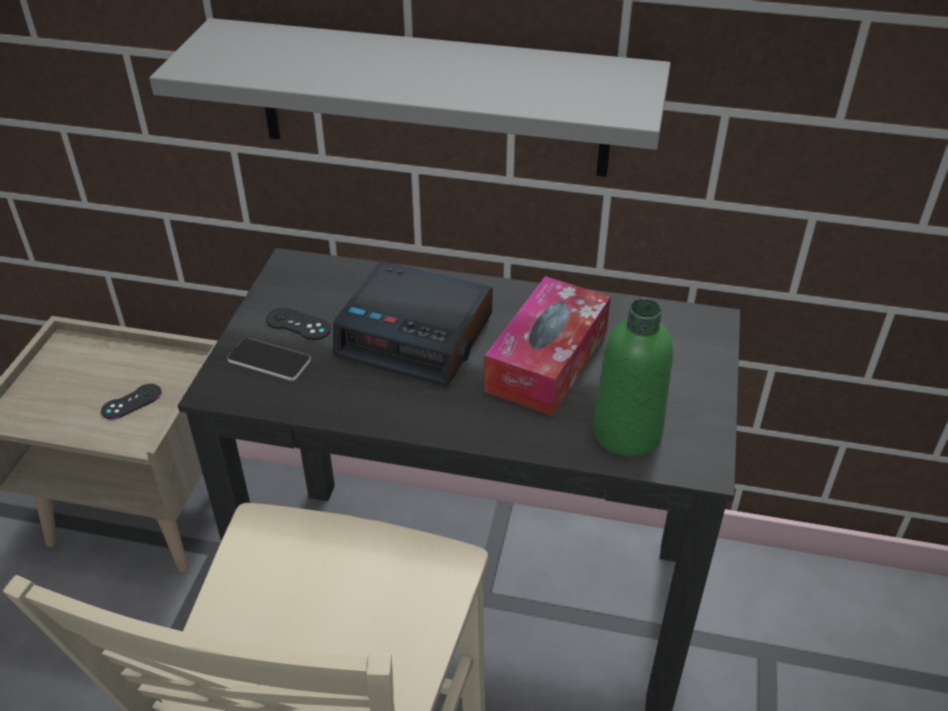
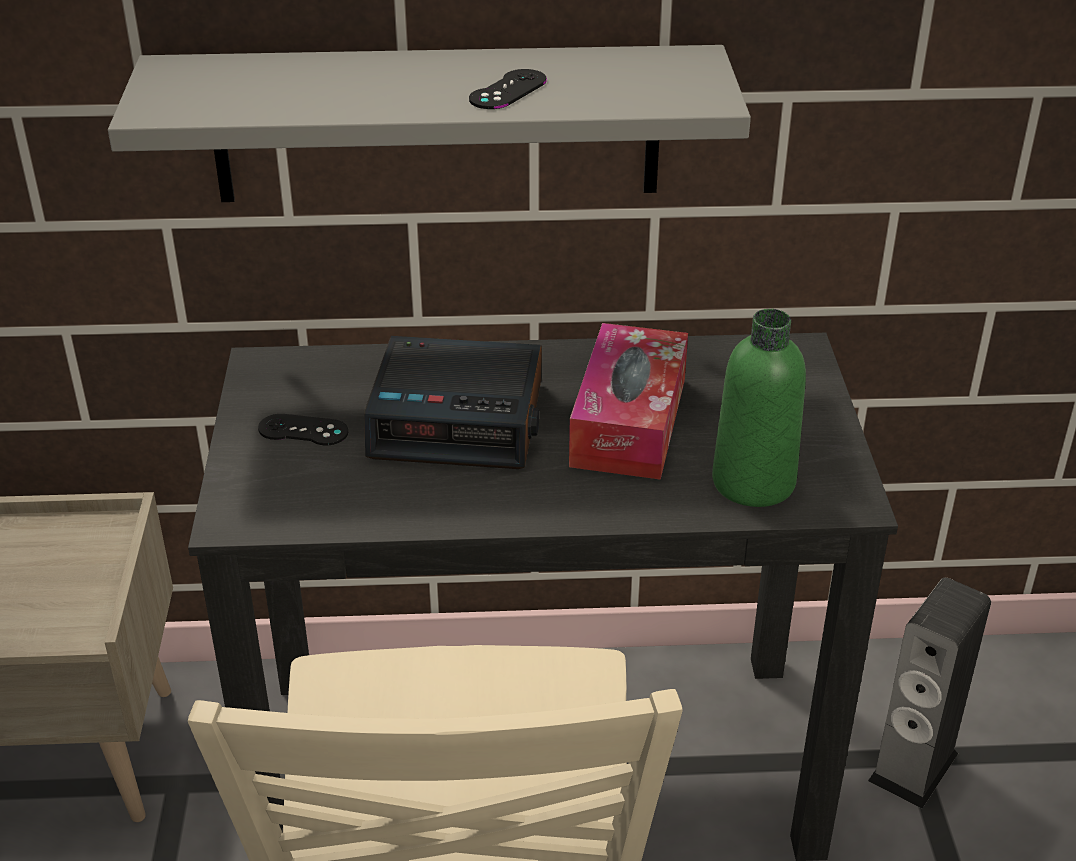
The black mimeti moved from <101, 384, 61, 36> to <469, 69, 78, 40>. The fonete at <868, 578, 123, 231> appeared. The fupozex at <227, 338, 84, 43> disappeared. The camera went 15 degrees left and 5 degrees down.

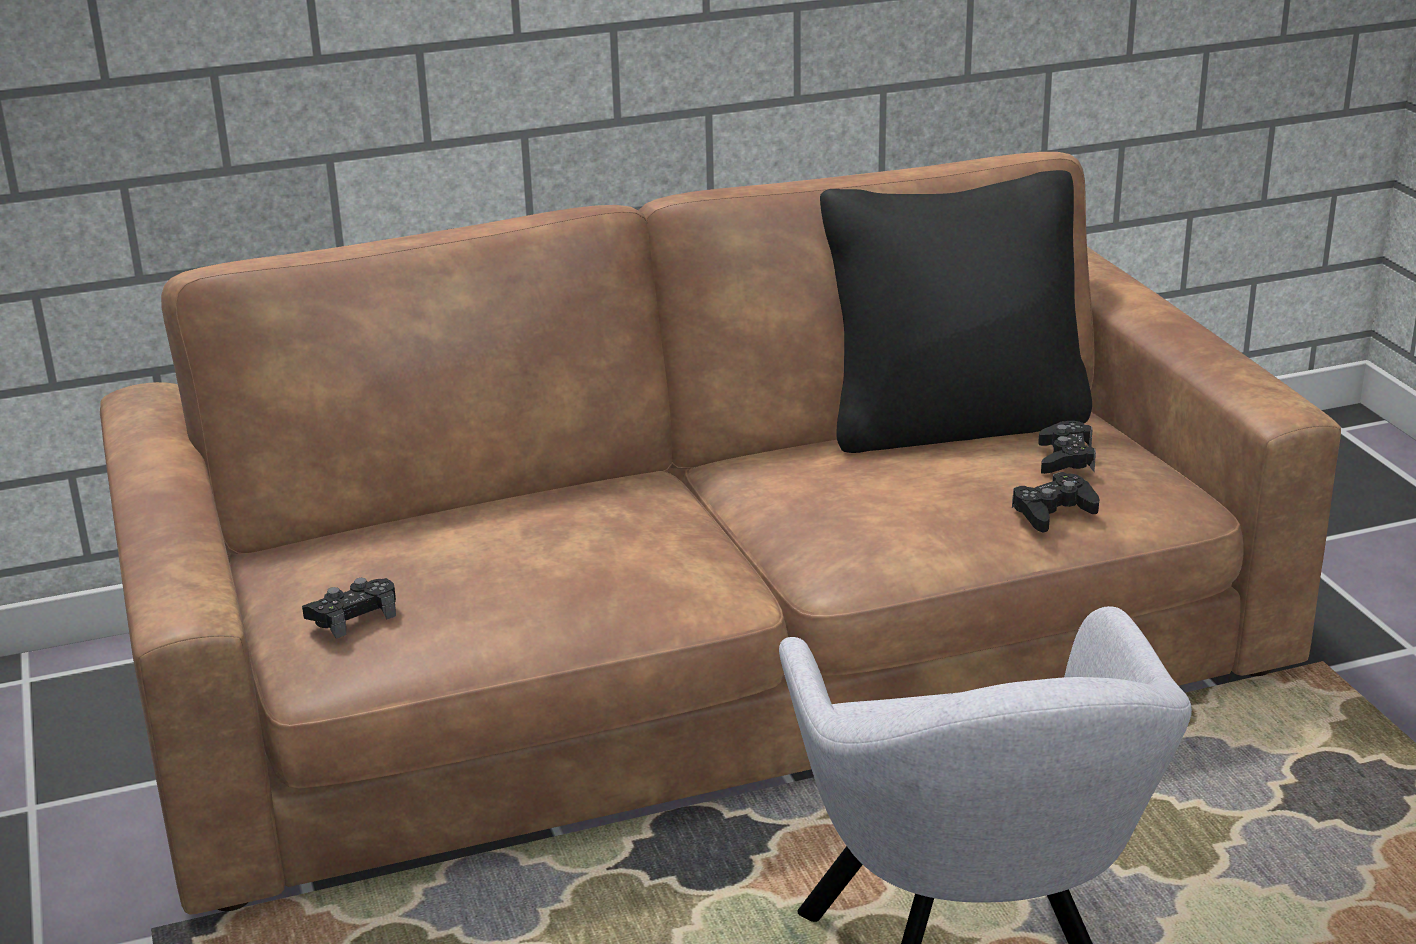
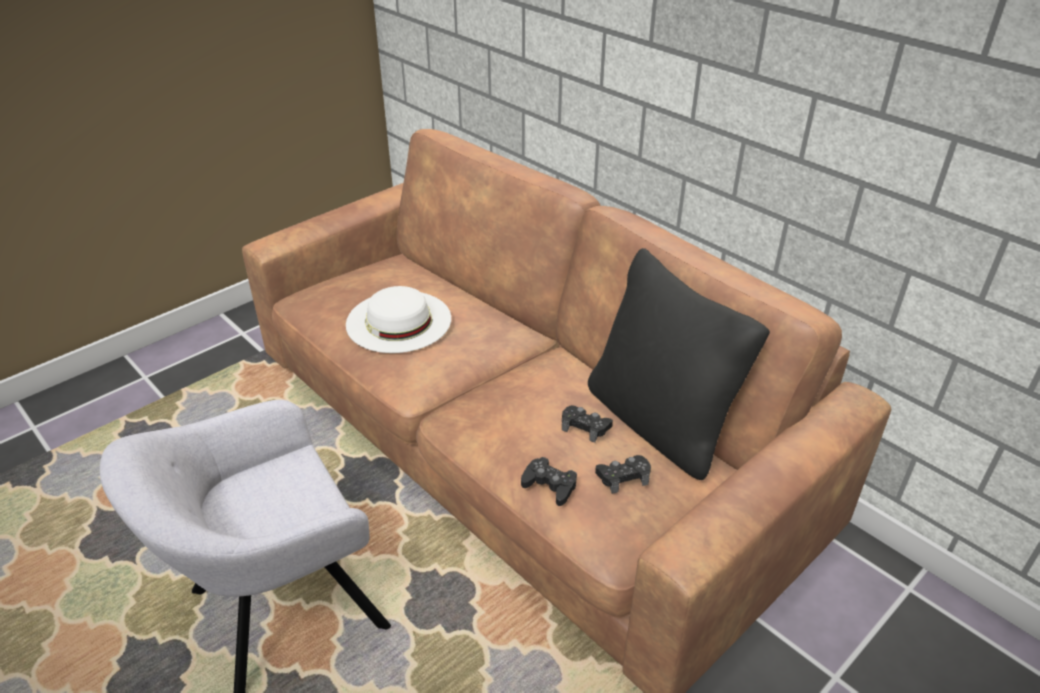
The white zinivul at <346, 286, 105, 67> appeared. The black mimeti moved from <302, 578, 94, 61> to <562, 405, 51, 38>. The camera went 65 degrees right and 10 degrees up.

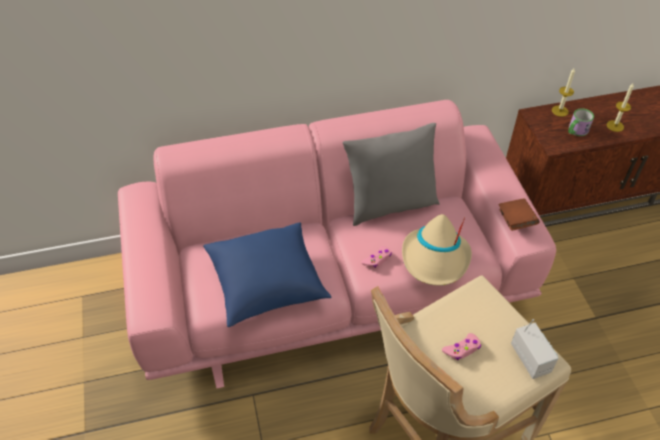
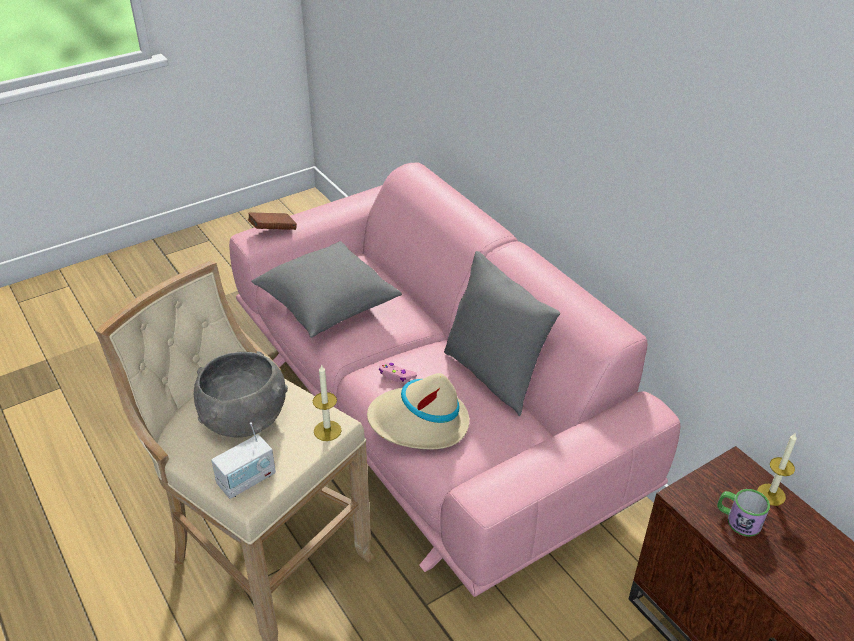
The pink mimeti at <442, 333, 39, 27> was replaced by the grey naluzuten at <194, 351, 94, 87>. The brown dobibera moved from <499, 198, 40, 33> to <248, 212, 49, 18>. The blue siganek at <203, 222, 128, 105> became the grey siganek at <251, 241, 151, 97>. The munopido moved from <607, 82, 27, 50> to <313, 364, 29, 77>. The camera went 70 degrees right and 10 degrees down.

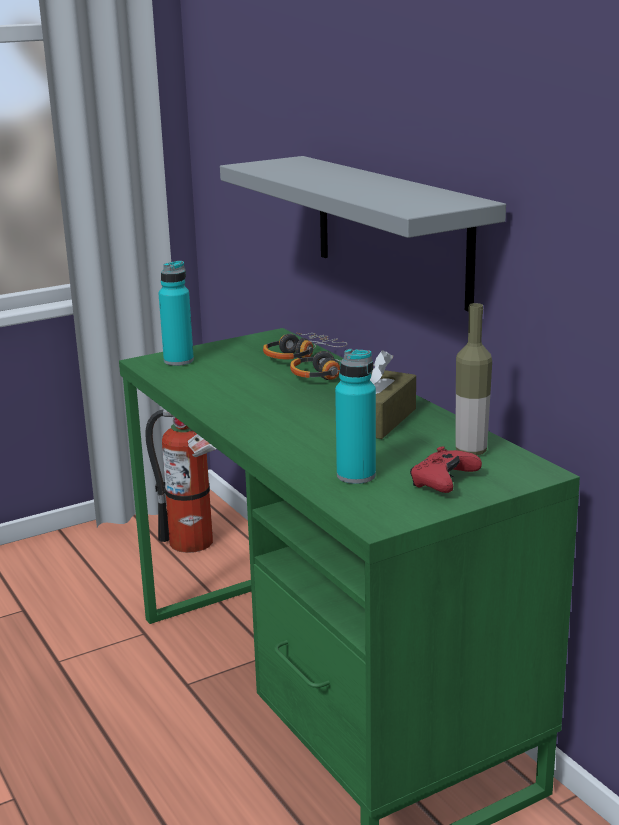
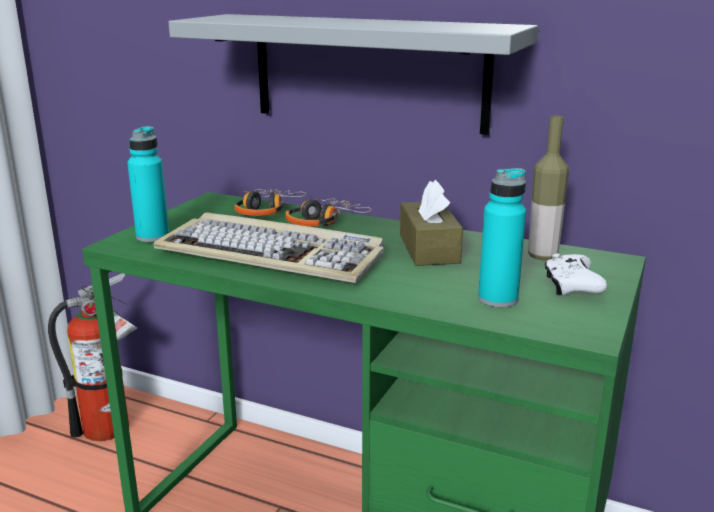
The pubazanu at <153, 212, 231, 71> appeared. The red mimeti at <410, 446, 72, 47> became the white mimeti at <545, 253, 62, 42>. The camera went 35 degrees left and 0 degrees up.

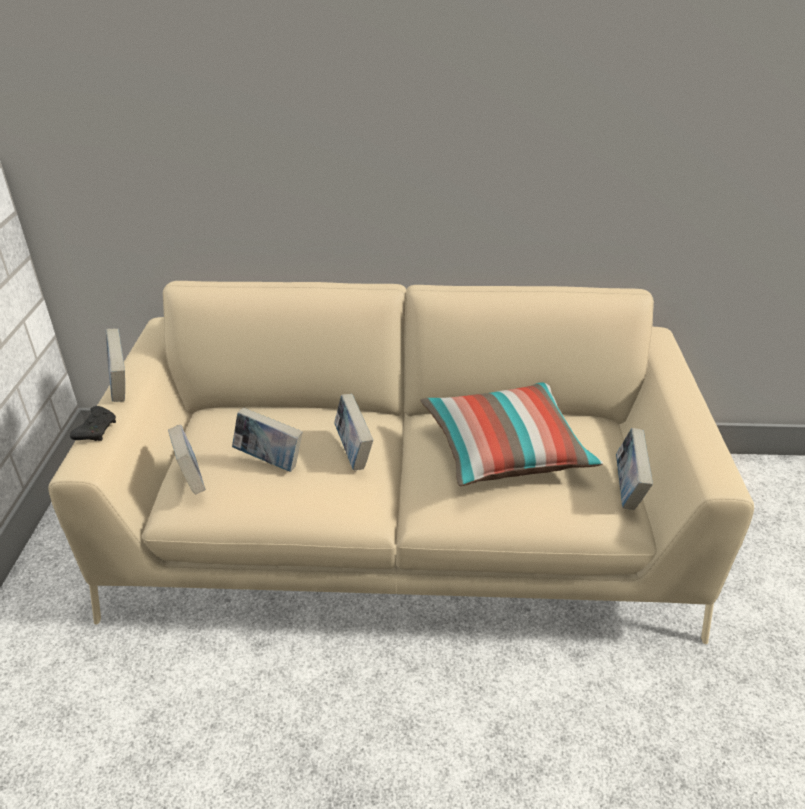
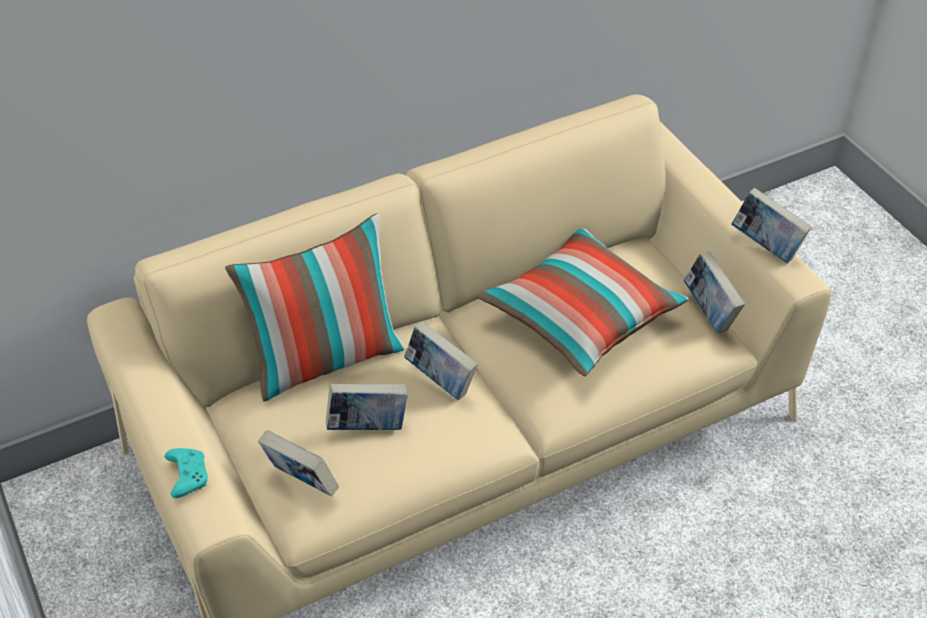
The black mimeti at <70, 406, 46, 35> became the turquoise mimeti at <164, 448, 44, 50>. The siganek at <225, 213, 181, 189> appeared. The dobibera moved from <106, 329, 19, 73> to <732, 188, 80, 75>. The camera went 30 degrees left and 10 degrees up.

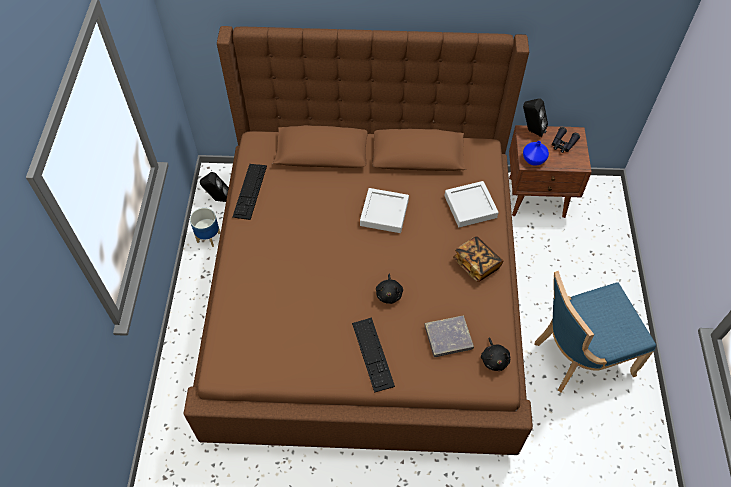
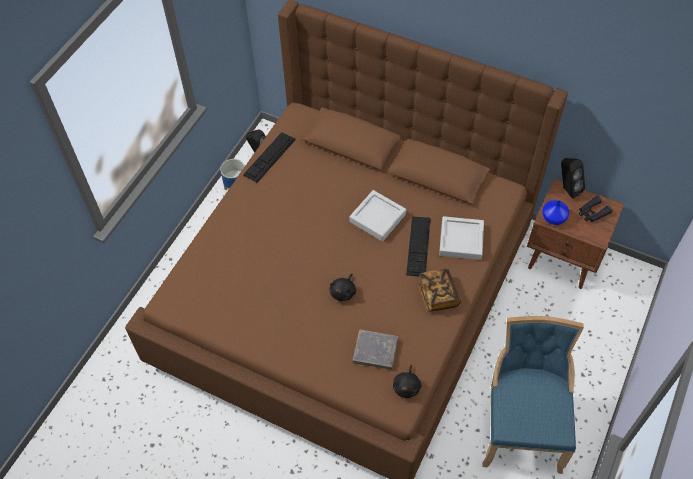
The pubazanu moved from <352, 317, 43, 76> to <406, 217, 25, 60>. The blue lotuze at <534, 271, 122, 122> turned 90 degrees clockwise. The camera went 25 degrees right and 0 degrees up.

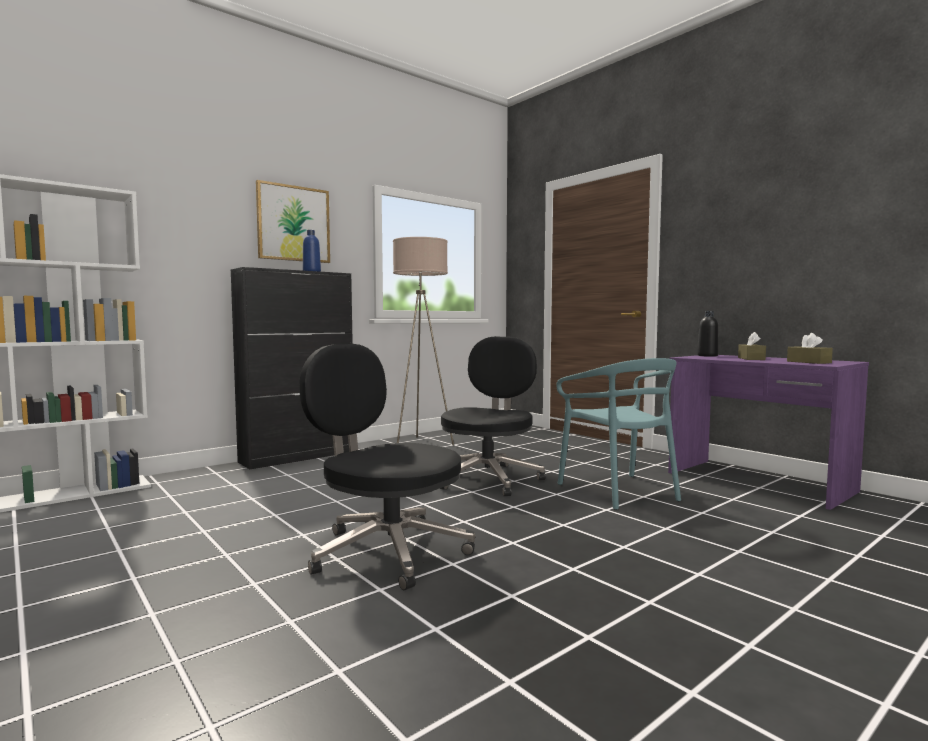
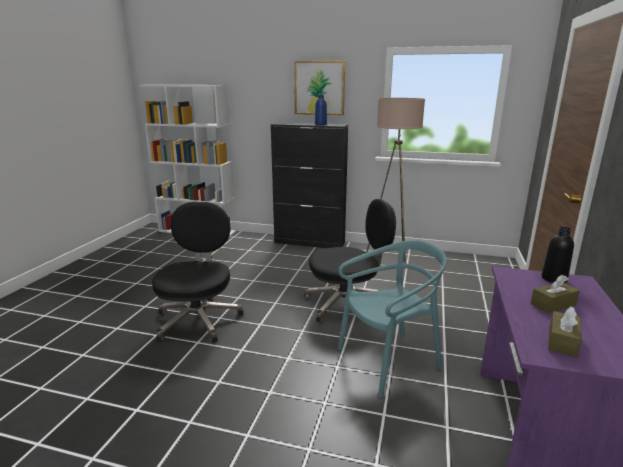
The turquoise lotuze at <556, 358, 125, 152> turned 150 degrees counterclockwise. The camera went 55 degrees right and 15 degrees up.

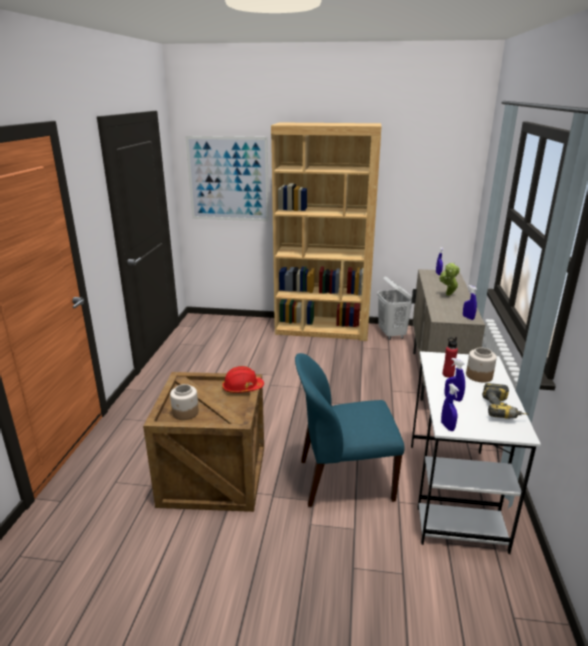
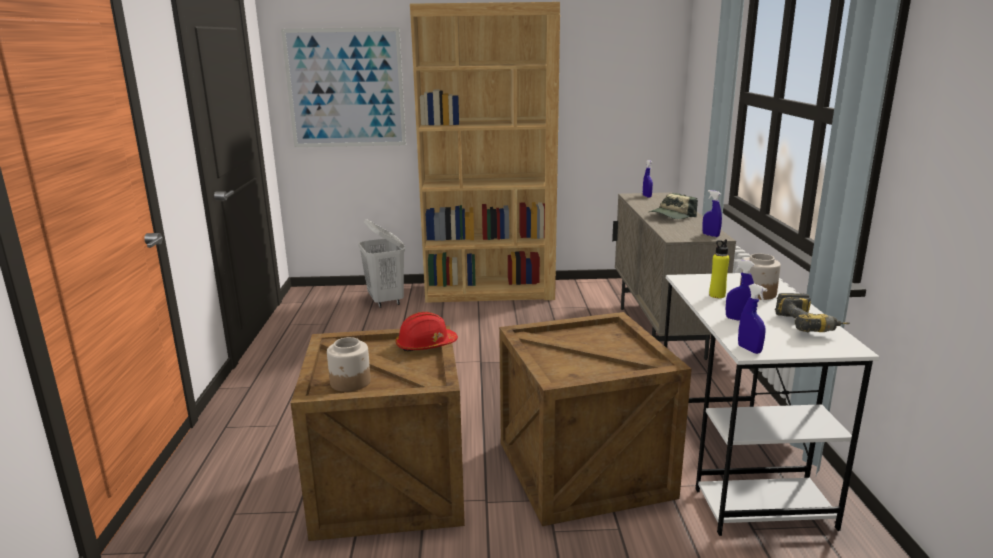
The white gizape moved from <377, 276, 35, 64> to <359, 219, 46, 89>. The blue lotuze at <295, 353, 109, 154> was replaced by the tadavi at <499, 312, 193, 214>. The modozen at <439, 262, 21, 34> was replaced by the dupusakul at <649, 193, 49, 26>. The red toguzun at <443, 337, 15, 41> became the yellow toguzun at <709, 239, 21, 59>. The camera went 10 degrees left and 5 degrees down.

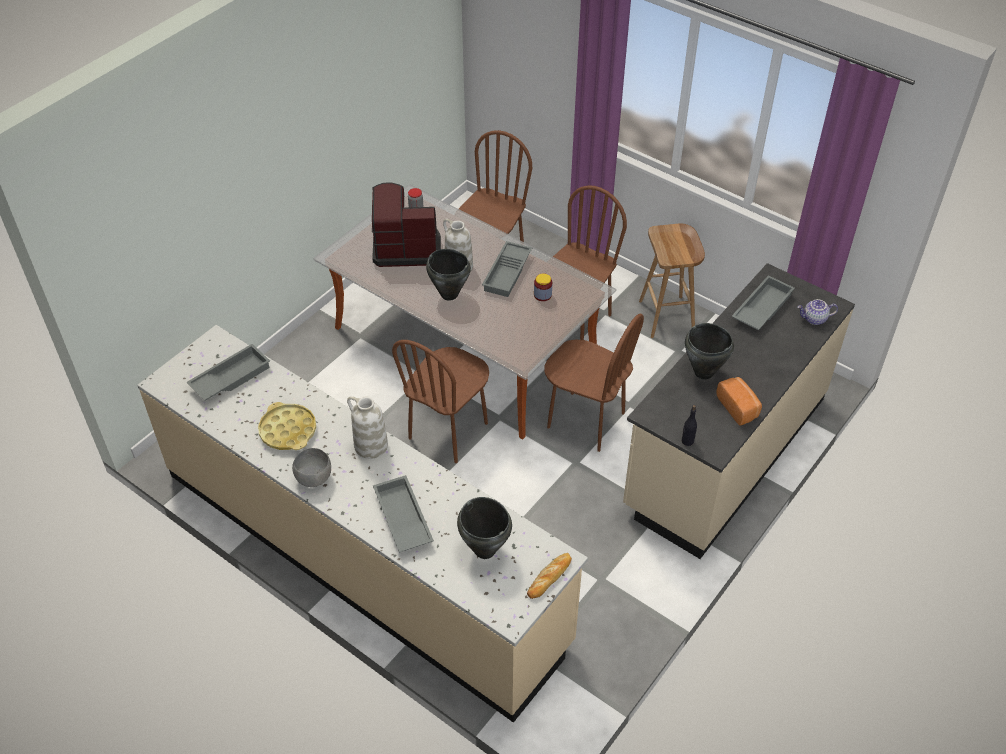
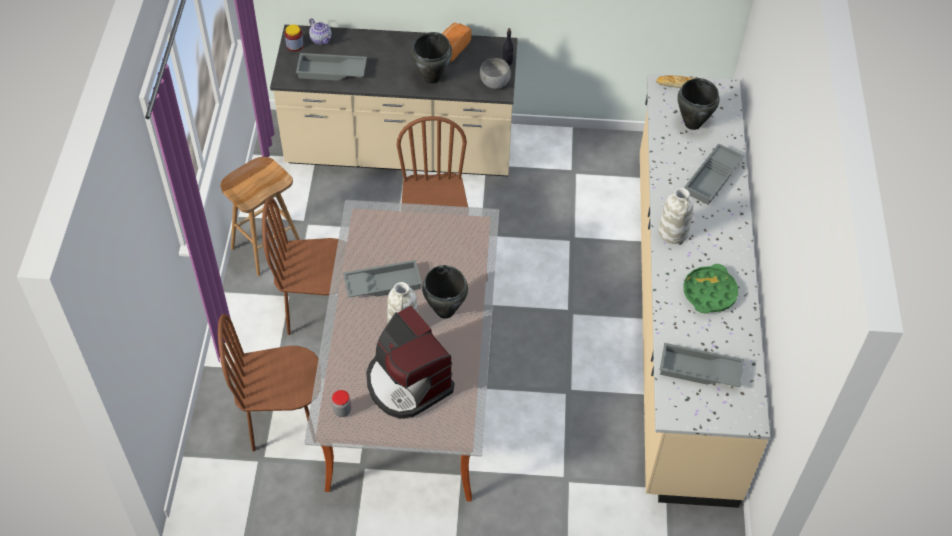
The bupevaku moved from <534, 273, 18, 28> to <285, 25, 19, 26>. The grey naluzuten moved from <292, 448, 39, 39> to <480, 58, 31, 31>. The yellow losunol at <258, 402, 58, 48> became the green losunol at <684, 264, 54, 50>. The brown lotuze at <392, 340, 97, 123> disappeared. The camera went 125 degrees left and 5 degrees up.

